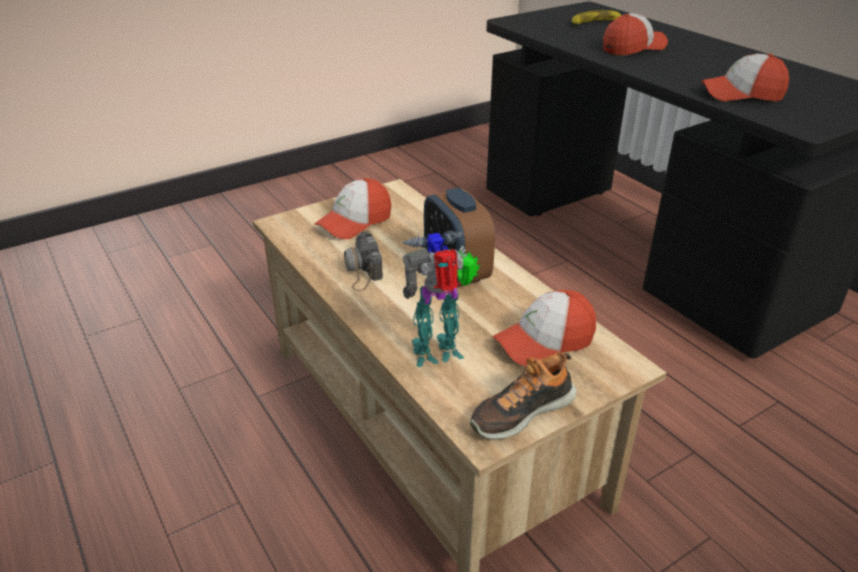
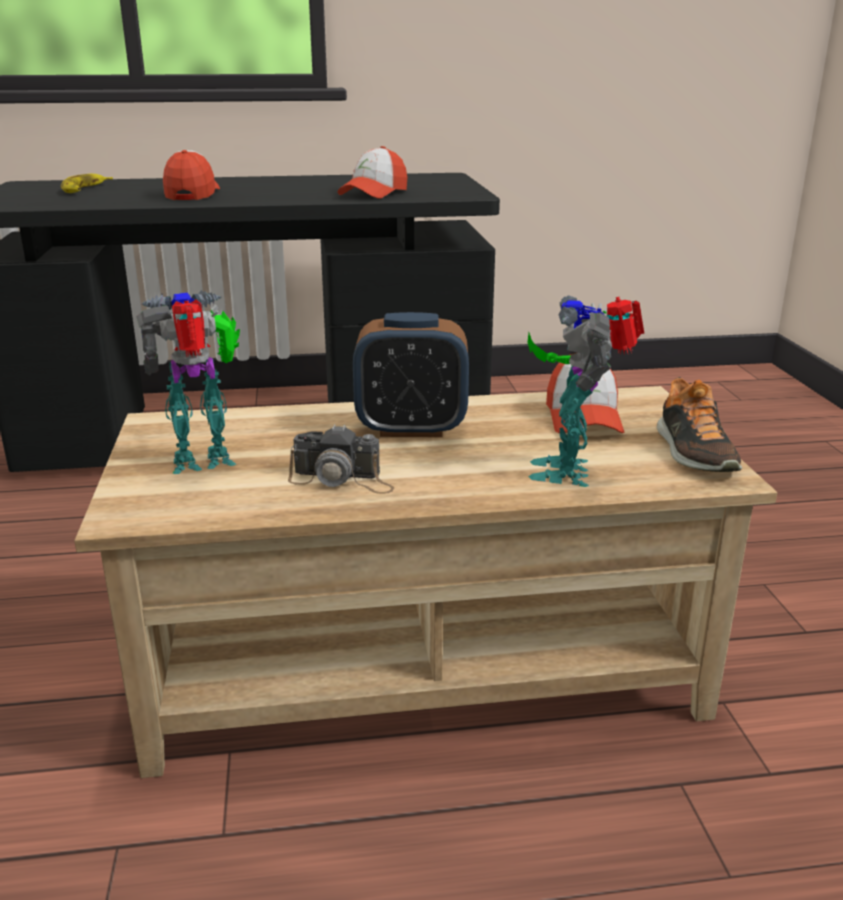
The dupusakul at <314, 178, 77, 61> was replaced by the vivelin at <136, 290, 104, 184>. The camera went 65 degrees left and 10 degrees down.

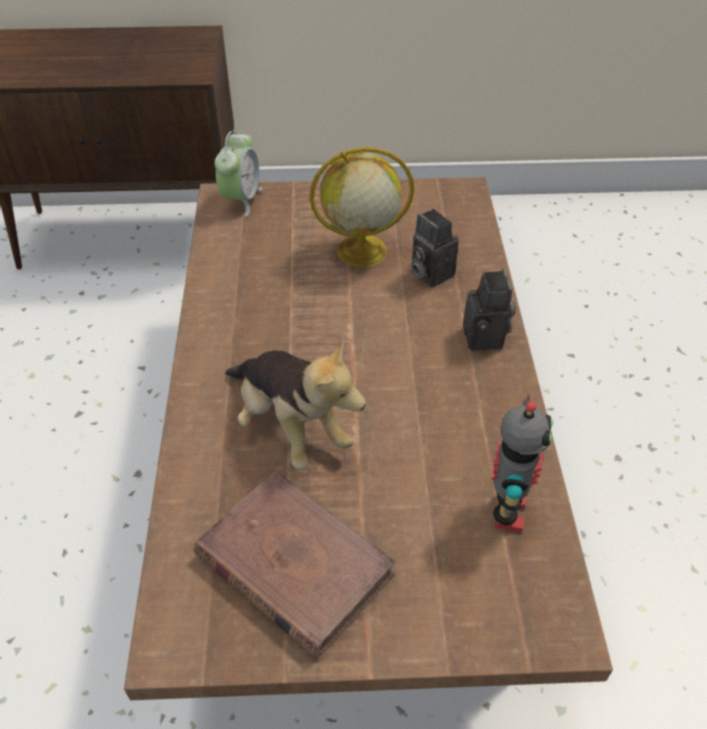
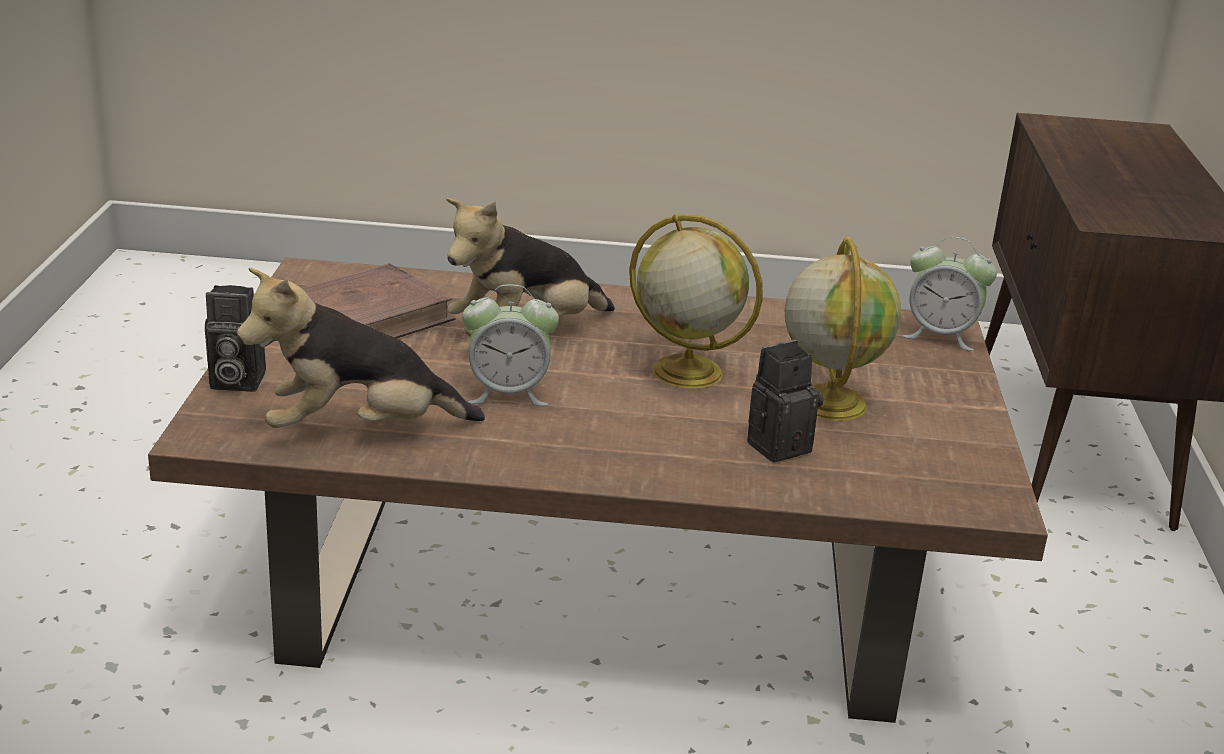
The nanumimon moved from <463, 268, 53, 83> to <205, 285, 61, 107>. The vivelin at <492, 395, 61, 138> was replaced by the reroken at <237, 268, 248, 160>. The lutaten at <462, 284, 97, 122> appeared. The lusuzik at <629, 214, 134, 174> appeared. The camera went 95 degrees right and 20 degrees down.

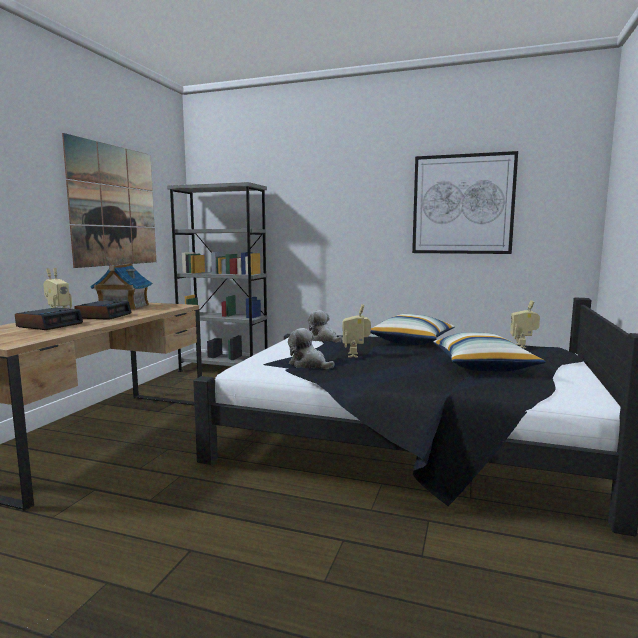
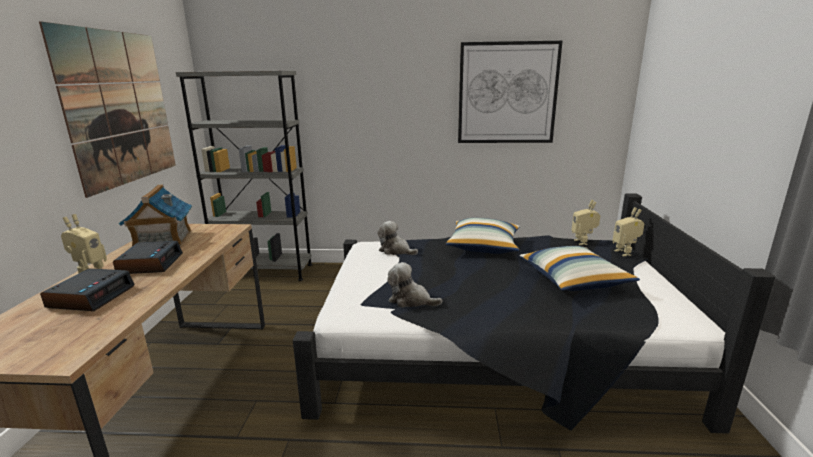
The vivelin moved from <342, 304, 29, 54> to <612, 207, 33, 49>. The camera went 15 degrees left and 10 degrees up.

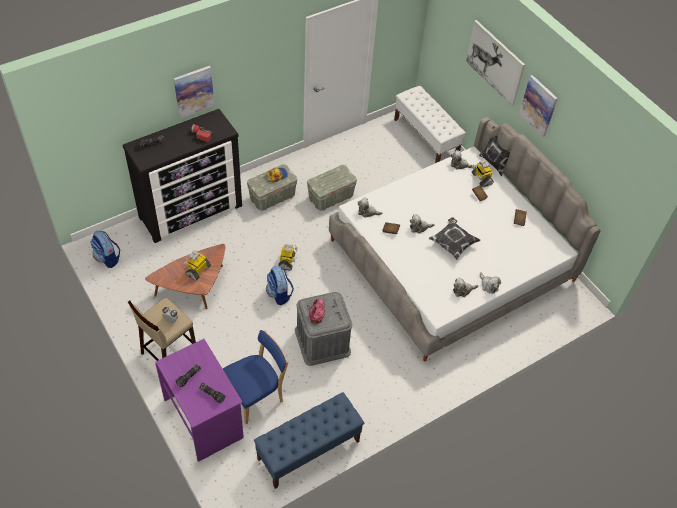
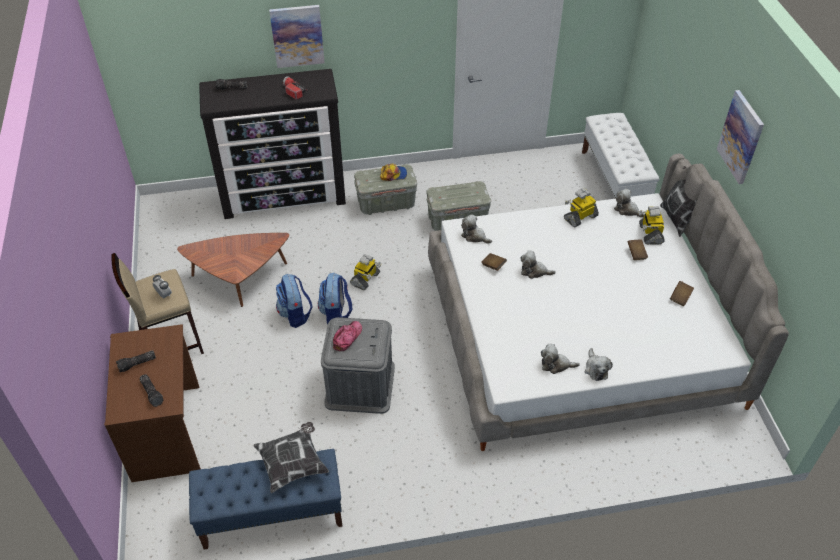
The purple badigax at <155, 339, 89, 123> became the brown badigax at <104, 324, 97, 158>. The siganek moved from <429, 217, 51, 43> to <254, 422, 75, 71>. The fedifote moved from <90, 230, 30, 38> to <276, 274, 37, 54>. The vivelin moved from <183, 251, 28, 30> to <564, 188, 35, 39>. The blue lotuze at <223, 330, 66, 94> disappeared. The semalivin at <466, 20, 59, 86> disappeared. The camera went 25 degrees right and 5 degrees down.

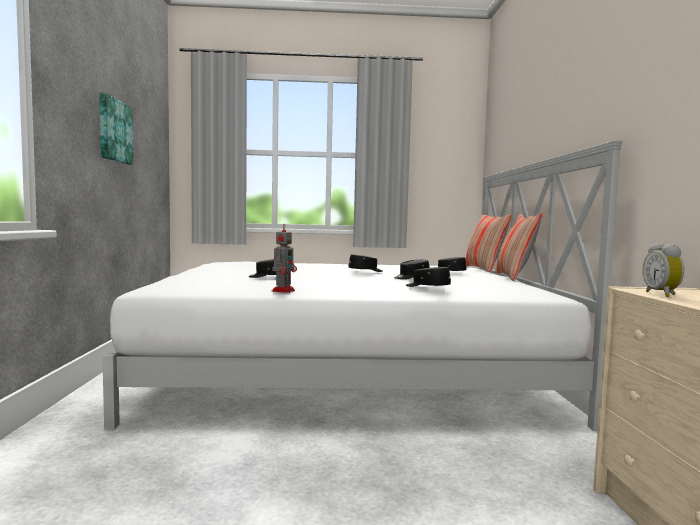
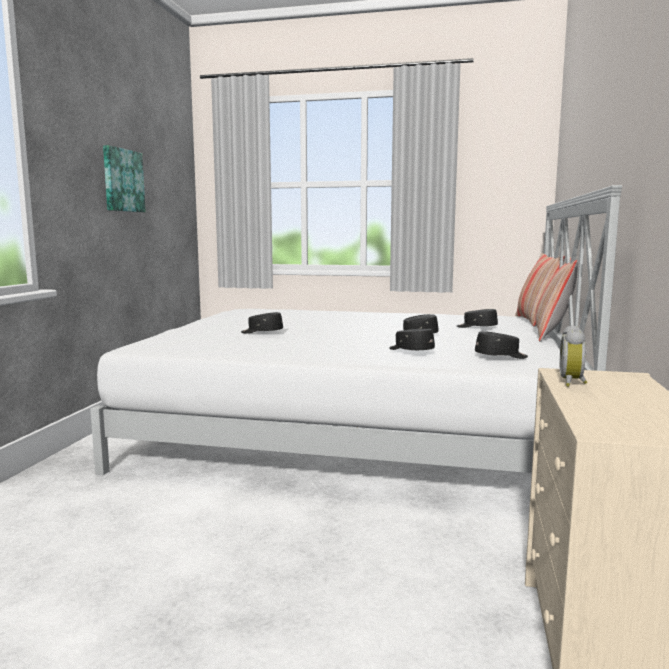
The black dupusakul moved from <348, 254, 35, 18> to <475, 331, 53, 28>. The vivelin at <272, 224, 25, 69> disappeared. The camera went 15 degrees right and 5 degrees up.

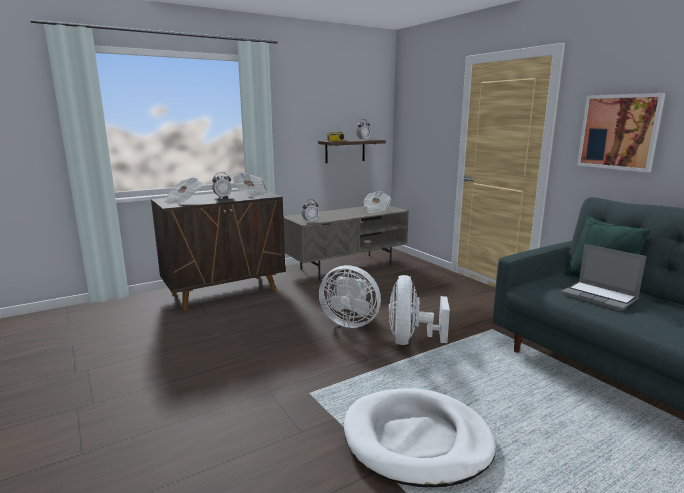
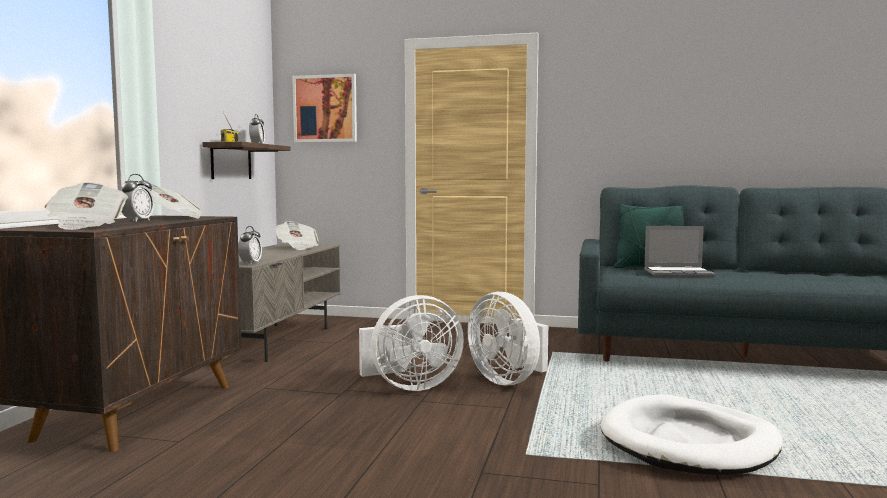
The semalivin moved from <577, 93, 89, 79> to <292, 74, 65, 68>. The camera went 45 degrees left and 10 degrees down.

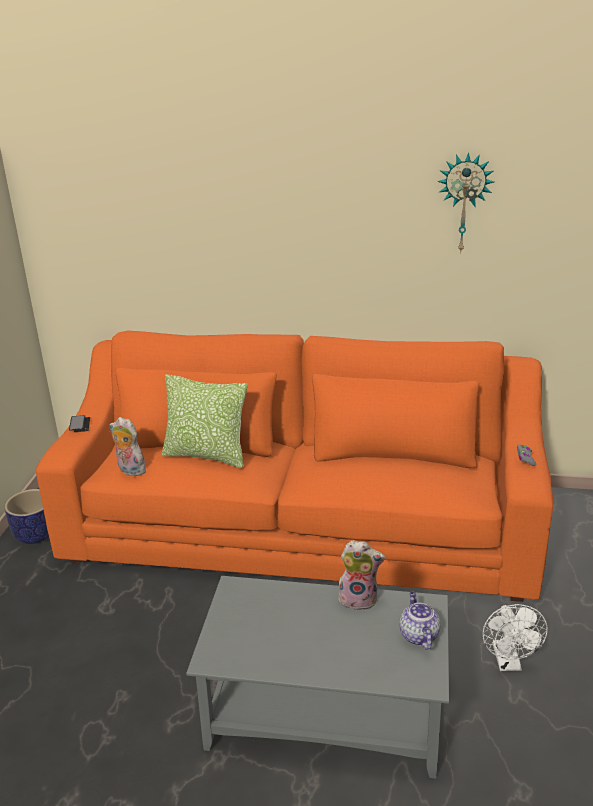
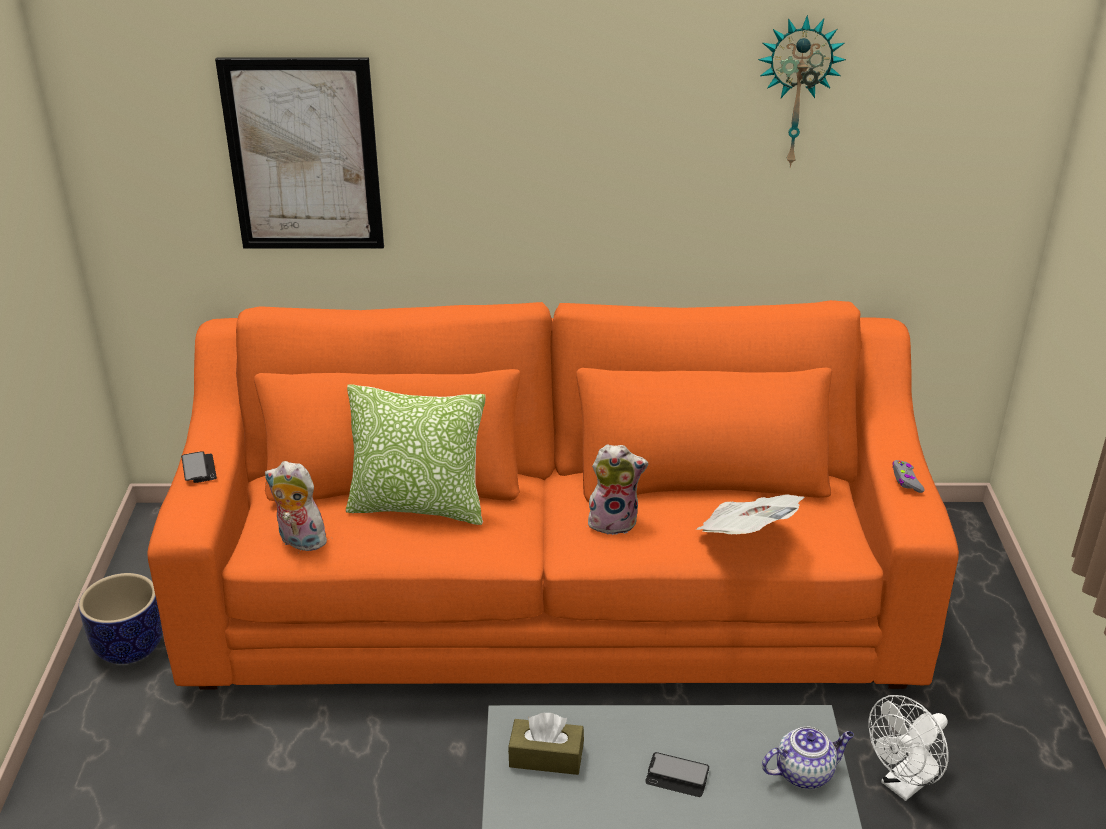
The semalivin at <215, 57, 169, 192> appeared. The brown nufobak at <508, 713, 76, 62> appeared. The reroken moved from <338, 540, 47, 71> to <587, 444, 61, 91>. The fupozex at <645, 752, 64, 45> appeared. The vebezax at <696, 494, 108, 40> appeared. The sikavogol at <399, 592, 42, 58> turned 90 degrees clockwise. The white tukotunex at <483, 604, 65, 67> turned 60 degrees clockwise. The camera went 10 degrees left and 5 degrees up.

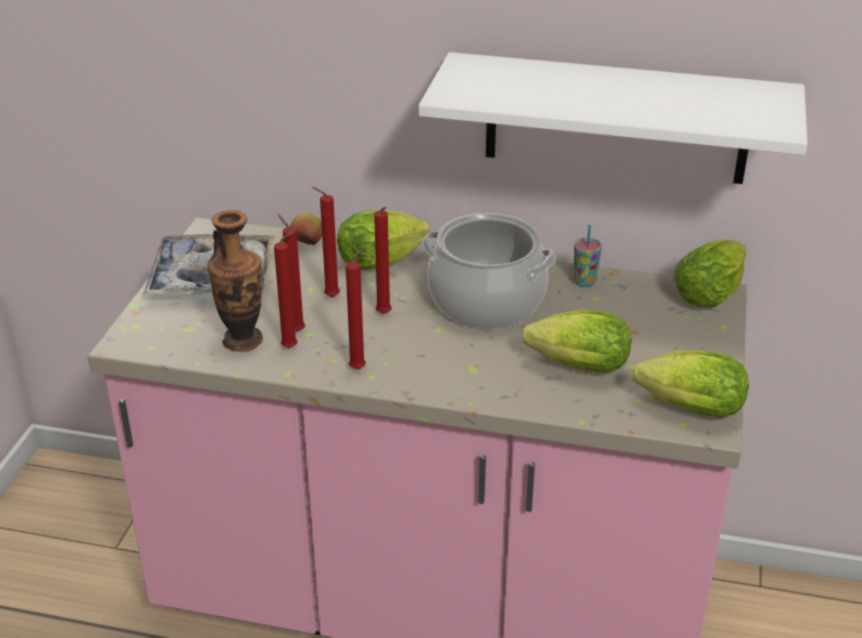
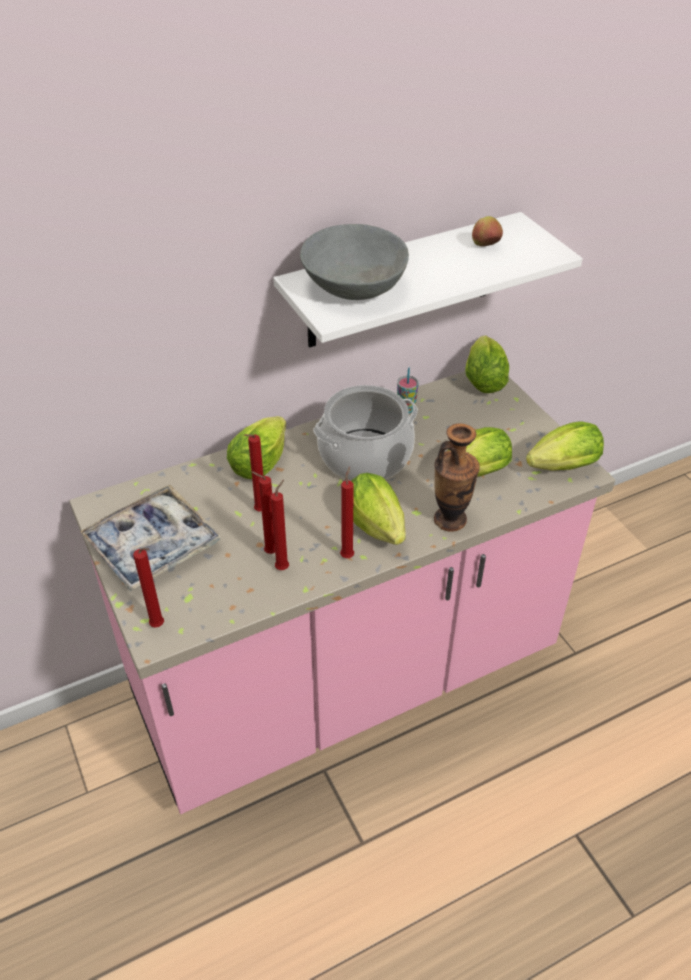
The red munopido moved from <374, 207, 17, 107> to <133, 547, 31, 81>. The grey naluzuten at <300, 224, 109, 76> appeared. The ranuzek at <352, 473, 54, 72> appeared. The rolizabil moved from <207, 210, 56, 142> to <434, 423, 46, 109>. The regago moved from <290, 213, 32, 32> to <472, 216, 31, 30>. The camera went 40 degrees left and 10 degrees up.

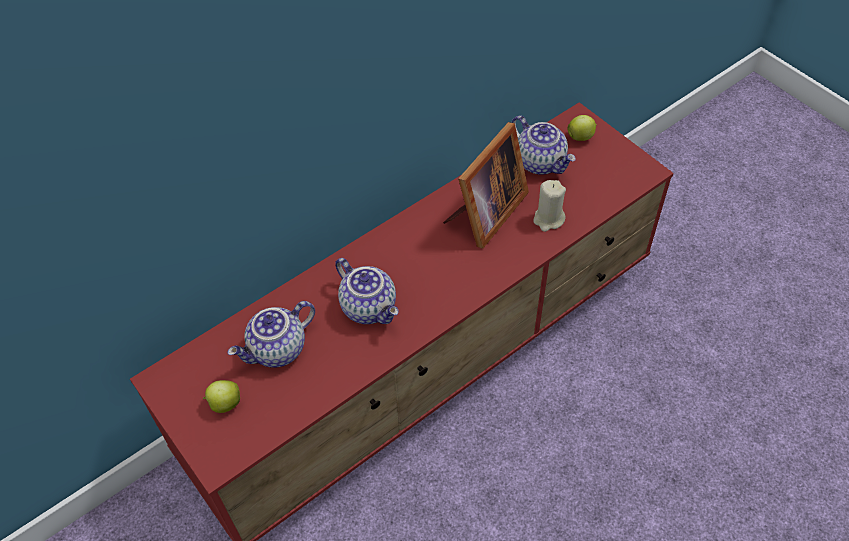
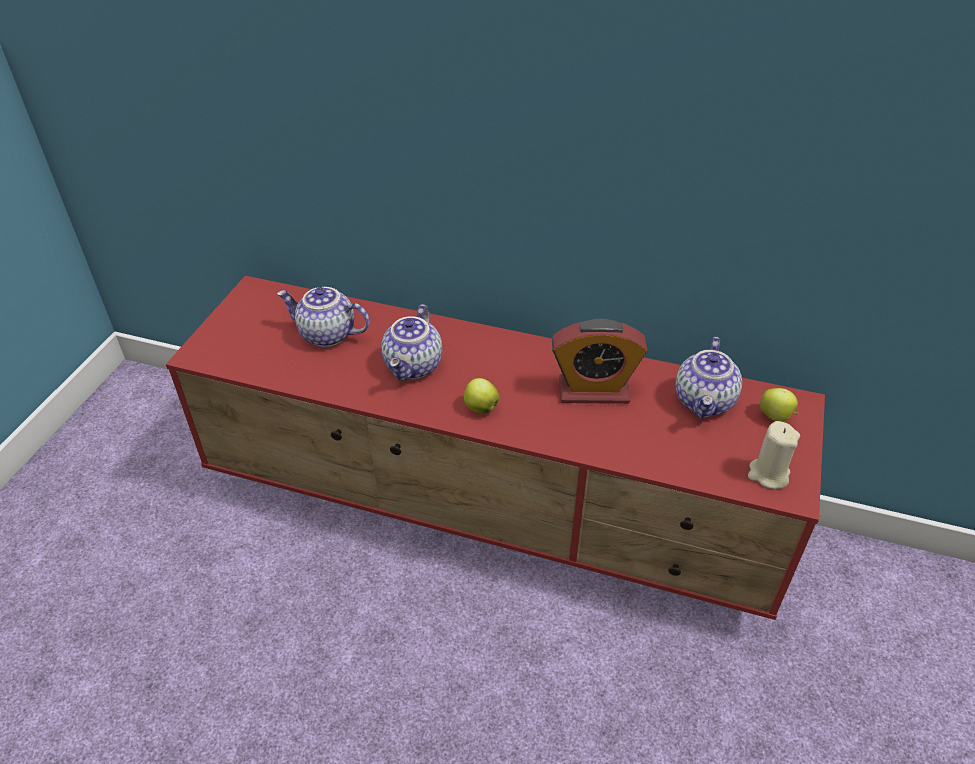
The regago moved from <203, 380, 37, 33> to <464, 378, 35, 35>. The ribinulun at <443, 122, 86, 127> was replaced by the lutaten at <552, 319, 95, 85>. The beige munopido moved from <533, 180, 33, 52> to <748, 421, 52, 68>. The camera went 55 degrees right and 10 degrees down.

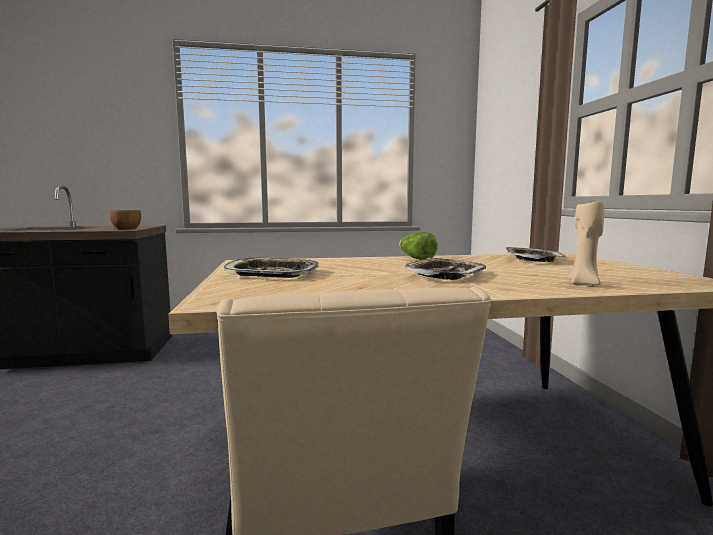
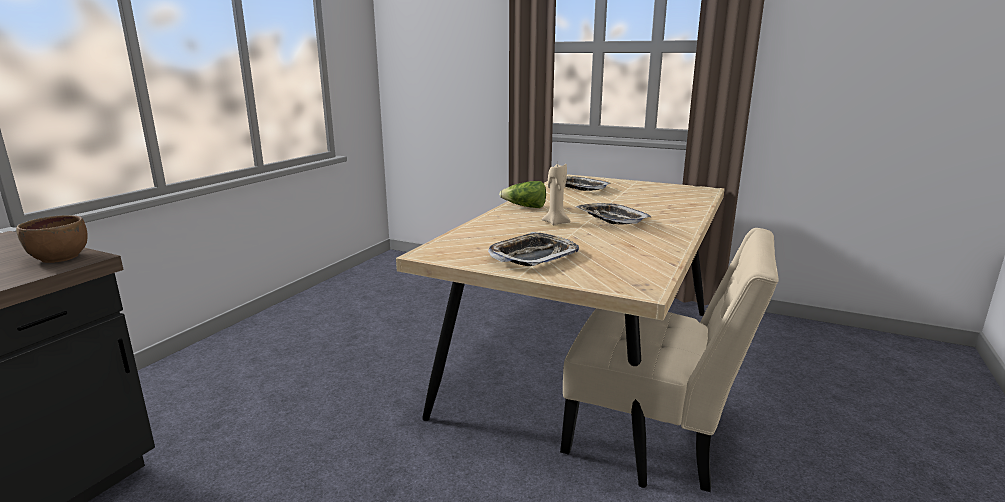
The beige munopido moved from <567, 201, 38, 84> to <541, 163, 29, 62>. The camera went 55 degrees left and 10 degrees up.

